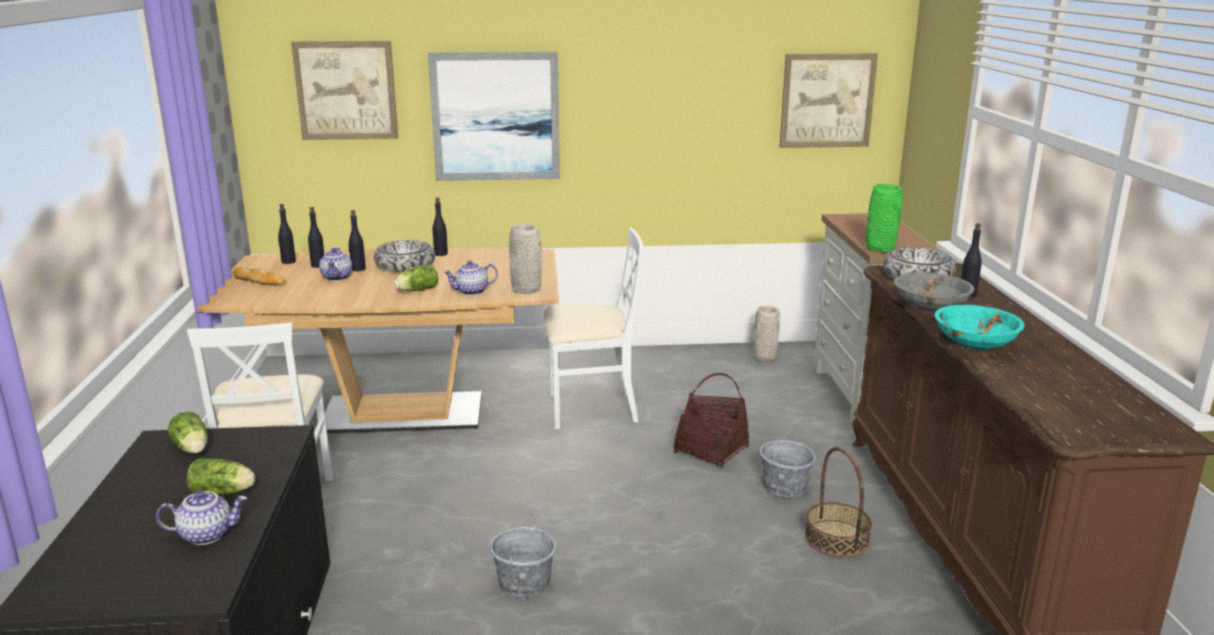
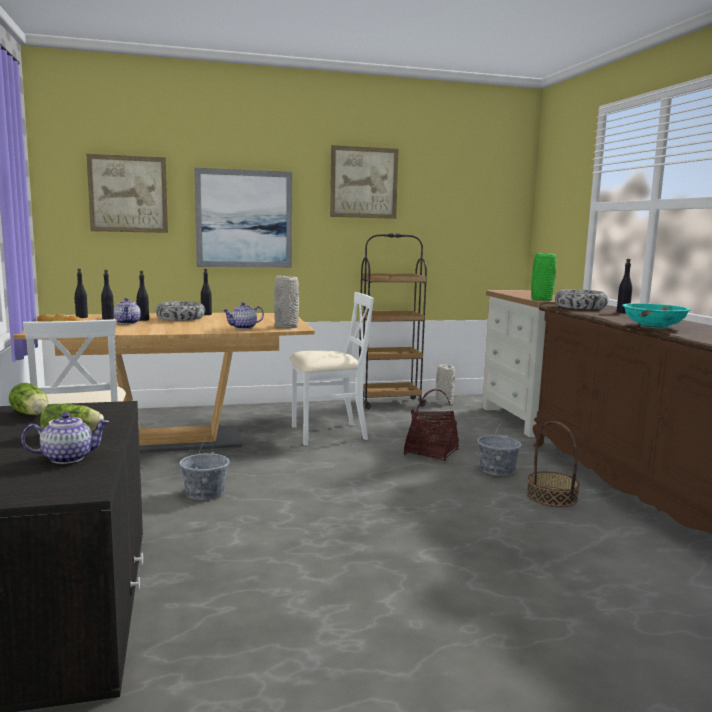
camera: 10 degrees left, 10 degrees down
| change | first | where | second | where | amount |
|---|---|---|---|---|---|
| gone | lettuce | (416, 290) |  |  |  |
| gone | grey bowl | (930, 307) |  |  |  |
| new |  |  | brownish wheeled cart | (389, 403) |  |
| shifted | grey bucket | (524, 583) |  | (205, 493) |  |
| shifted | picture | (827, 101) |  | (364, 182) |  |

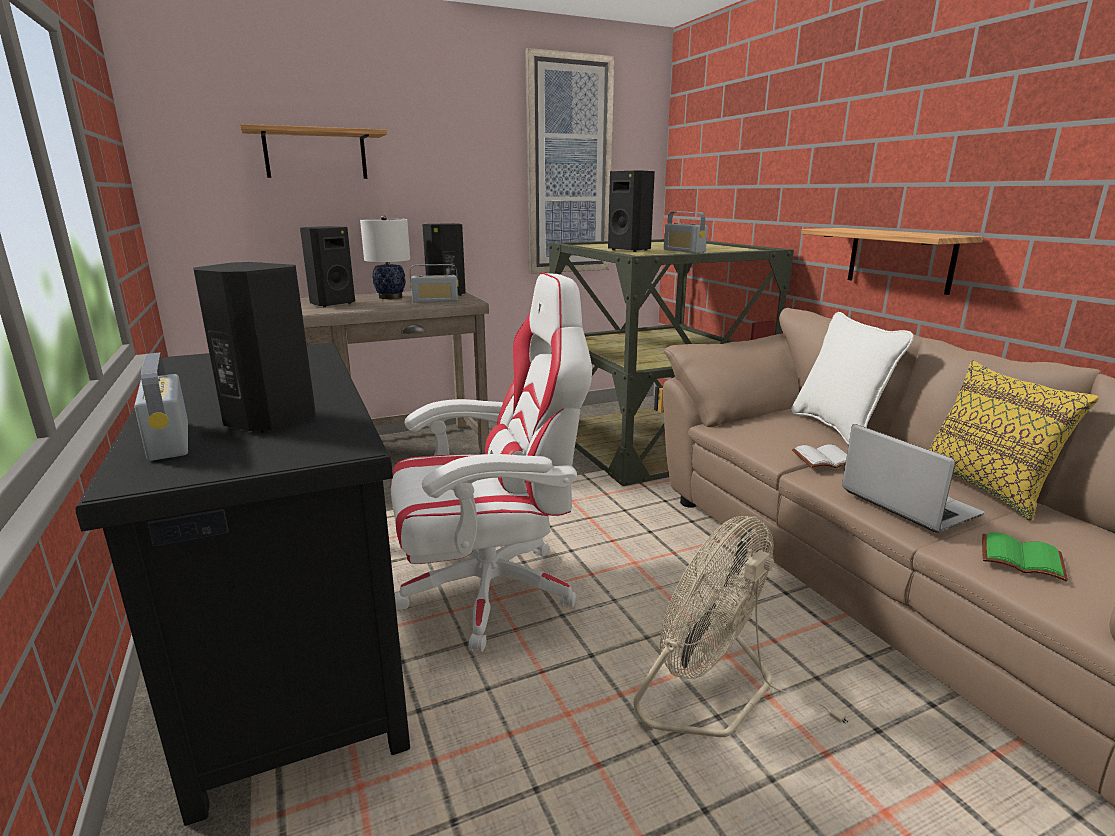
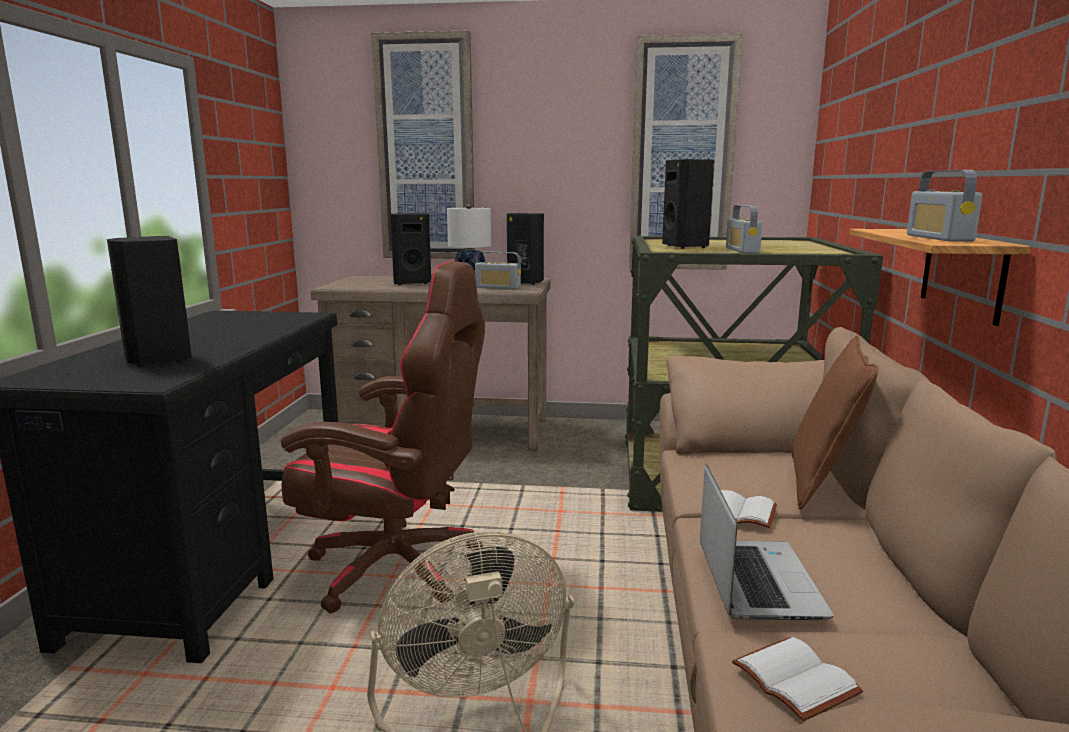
camera: 30 degrees right, 5 degrees down
| change | first | where | second | where | amount |
|---|---|---|---|---|---|
| gone | yellowish pillow | (983, 490) |  |  |  |
| shifted | radio set | (169, 441) |  | (939, 238) |  |
| swapped | shelf | (315, 154) | picture | (426, 149) |  |
| repainted | white-coloured desk chair | (488, 591) | brownish desk chair | (394, 567) |  |
| repainted | white-coloured pillow | (837, 428) | brownish pillow | (822, 484) |  |
| repainted | green-coloured bound book | (1020, 559) | white-coloured bound book | (791, 679) |  |

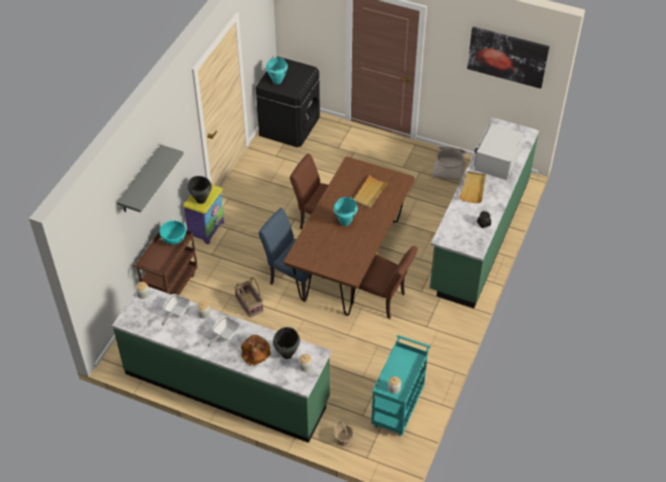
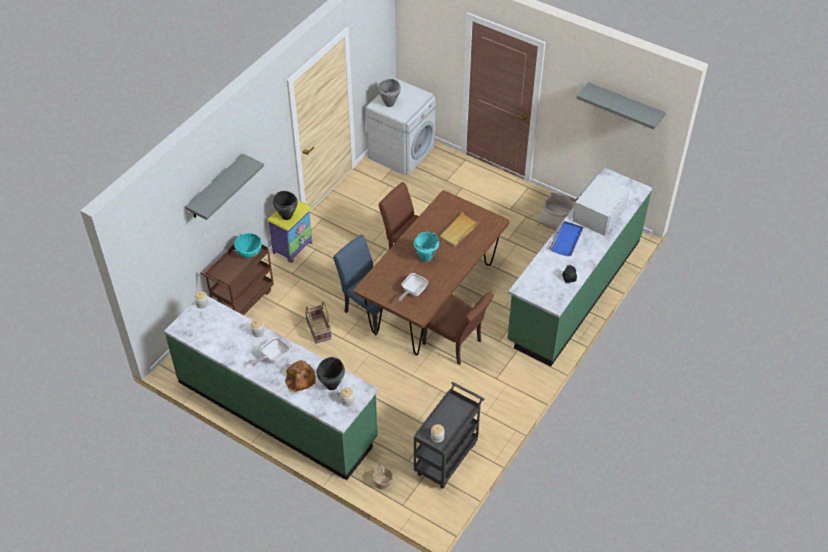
camera: 10 degrees right, 0 degrees up
| change | first | where | second | where | amount |
|---|---|---|---|---|---|
| shifted | frying pan | (176, 313) |  | (413, 292) |  |
| swapped | picture | (507, 56) | grey shelf | (624, 105) |  |
| repainted | blackish laundry machine | (291, 126) | white-coloured laundry machine | (403, 152) |  |
| repainted | turquoise-coloured saucepot | (277, 81) | grey saucepot | (389, 104) |  |
| repainted | turquoise-coloured wheeled cart | (398, 408) | grey wheeled cart | (447, 458) |  |
| repainted | sand-coloured serving tray | (473, 188) | bluish serving tray | (566, 240) |  |

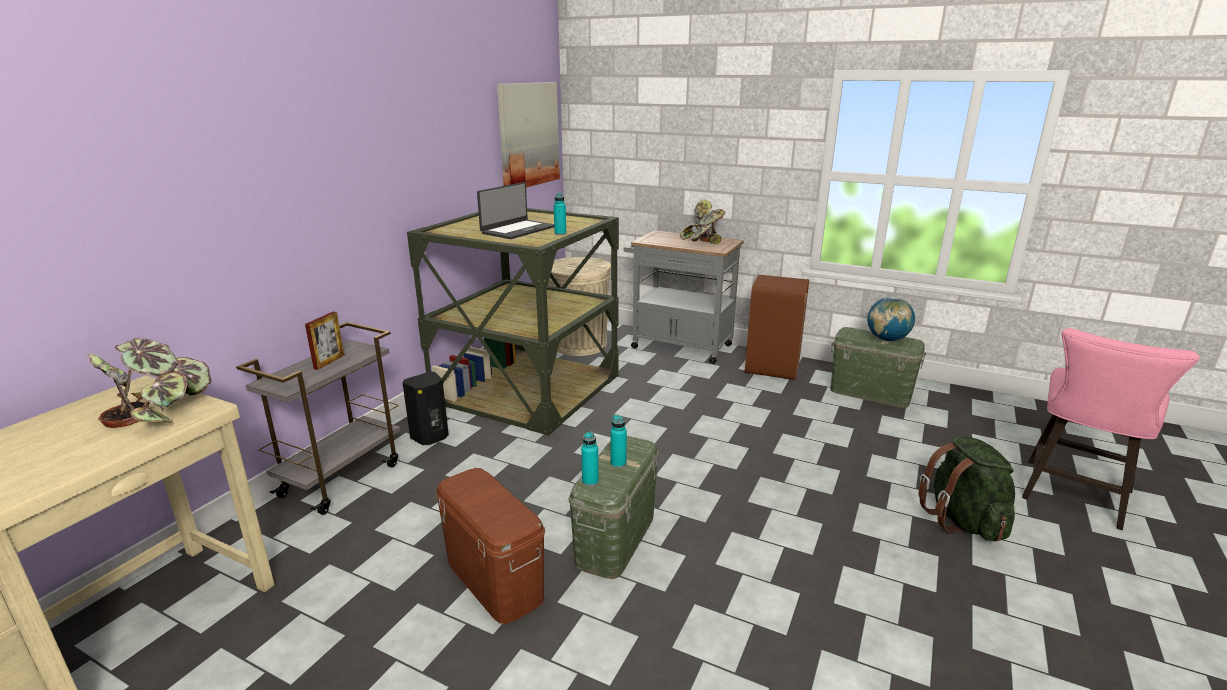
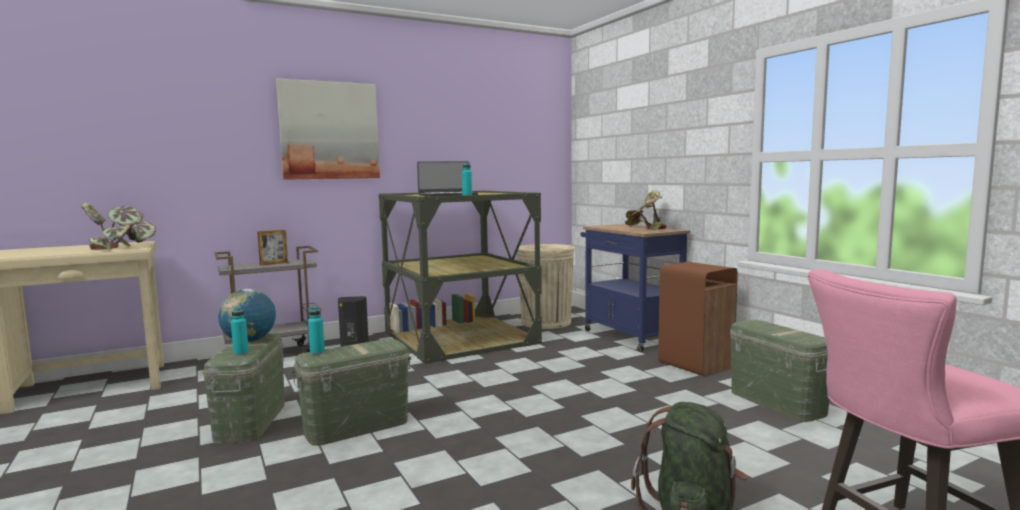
camera: 35 degrees right, 15 degrees down
| change | first | where | second | where | amount |
|---|---|---|---|---|---|
| shifted | picture | (528, 135) |  | (329, 130) |  |
| shifted | turquoise-coloured bottle | (618, 463) |  | (241, 353) |  |
| shifted | world globe | (887, 339) |  | (249, 341) |  |
| repainted | brownish storage bin | (493, 579) | green-coloured storage bin | (251, 421) |  |
| repainted | grey wheeled cart | (678, 346) | bluish wheeled cart | (629, 336) |  |

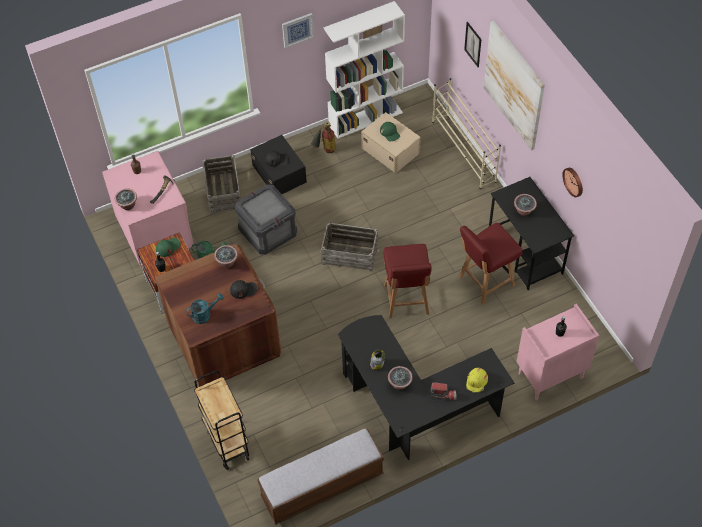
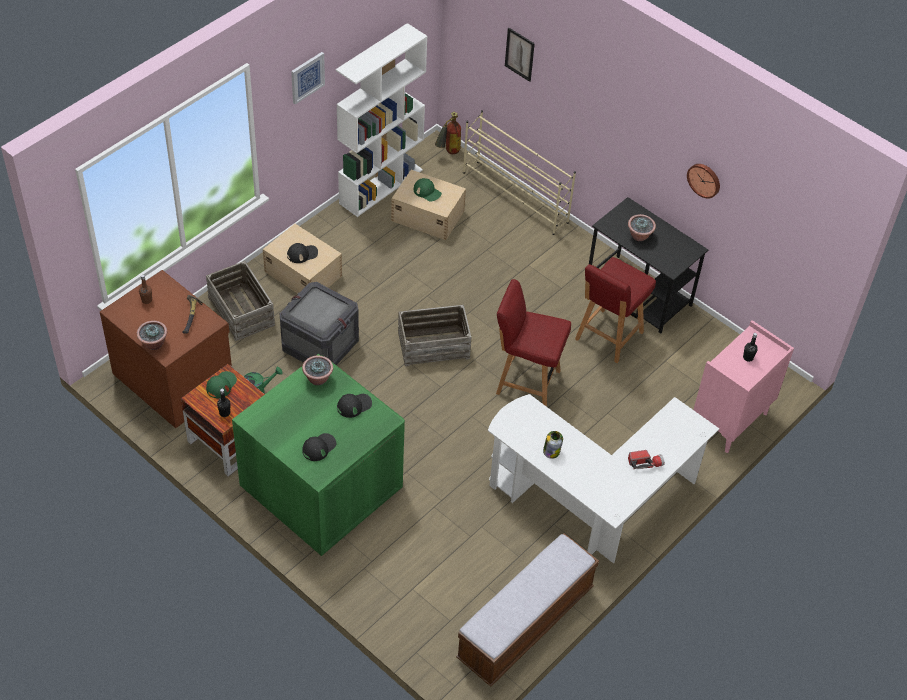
camera: 25 degrees left, 5 degrees down
| change | first | where | second | where | amount |
|---|---|---|---|---|---|
| gone | brownish wheeled cart | (227, 445) |  |  |  |
| gone | houseplant | (400, 384) |  |  |  |
| gone | yellowish safety helmet | (477, 382) |  |  |  |
| gone | picture | (514, 85) |  |  |  |
| shifted | fire extinguisher | (325, 151) |  | (448, 153) |  |
| swapped | turquoise-coloured watering can | (205, 314) | blackish baseball cap | (319, 447) |  |
| repainted | pinkish laundry machine | (155, 231) | brownish laundry machine | (174, 379) |  |
| repainted | brownish drawer chest | (224, 338) | green-coloured drawer chest | (322, 484) |  |
| repainted | blackish storage bin | (279, 173) | sand-coloured storage bin | (303, 273) |  |
| repainted | blackish desk | (414, 409) | white-coloured desk | (593, 503) |  |
| rotated | reddish chair | (406, 300) |  | (526, 381) | 135 degrees clockwise |

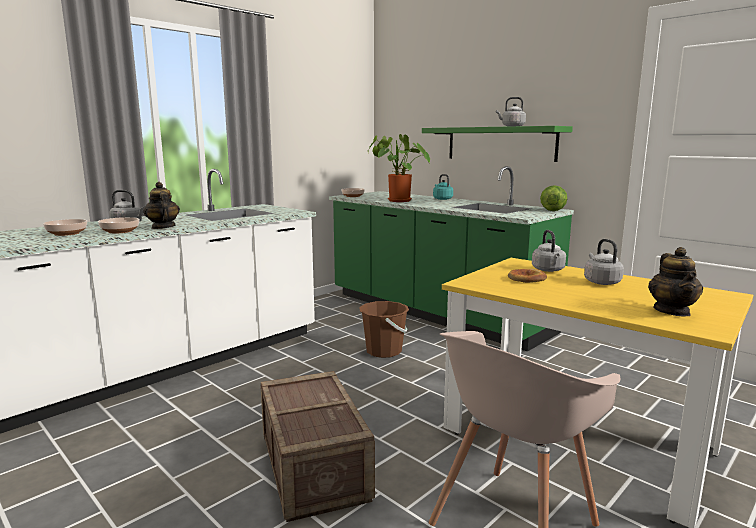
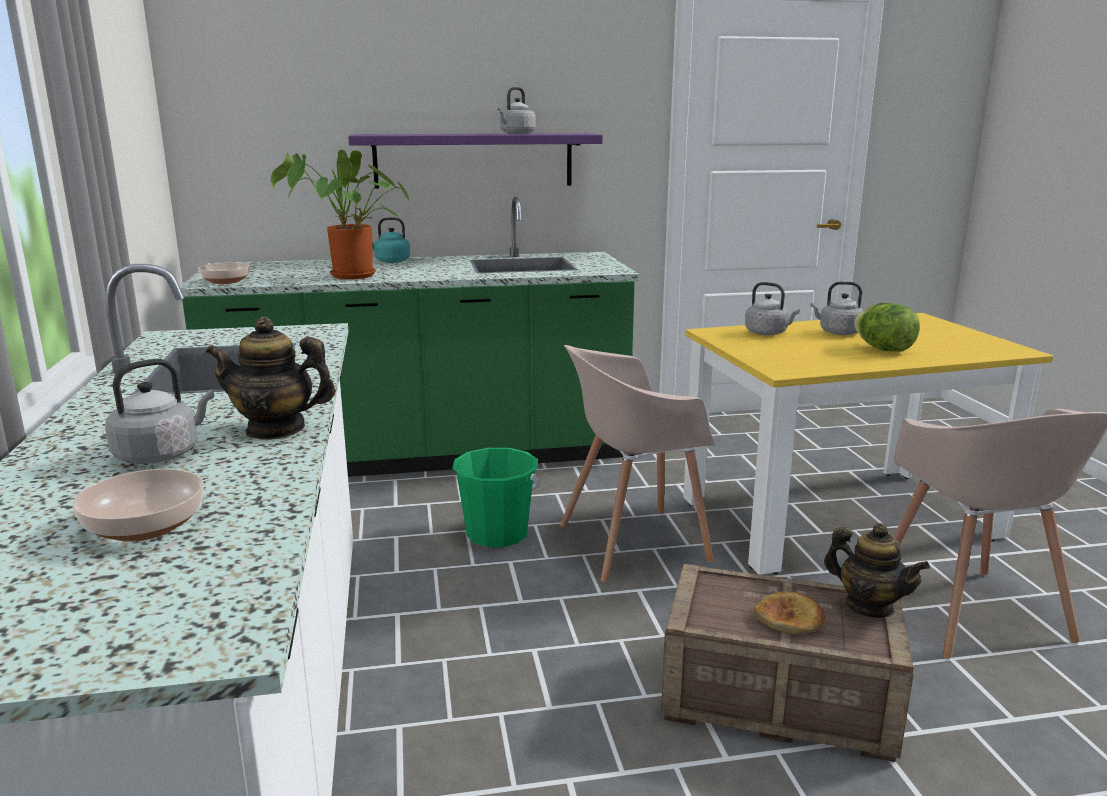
camera: 55 degrees left, 5 degrees up
| change | first | where | second | where | amount |
|---|---|---|---|---|---|
| gone | bowl | (119, 231) |  |  |  |
| new |  |  | sand-coloured chair | (631, 544) |  |
| shifted | bread | (526, 279) |  | (790, 618) |  |
| shifted | lettuce | (552, 210) |  | (883, 349) |  |
| shifted | pot for tea | (672, 311) |  | (869, 606) |  |
| repainted | brownish bucket | (384, 351) | green-coloured bucket | (497, 534) |  |
| repainted | green-coloured shelf | (500, 143) | purple-coloured shelf | (474, 160) |  |

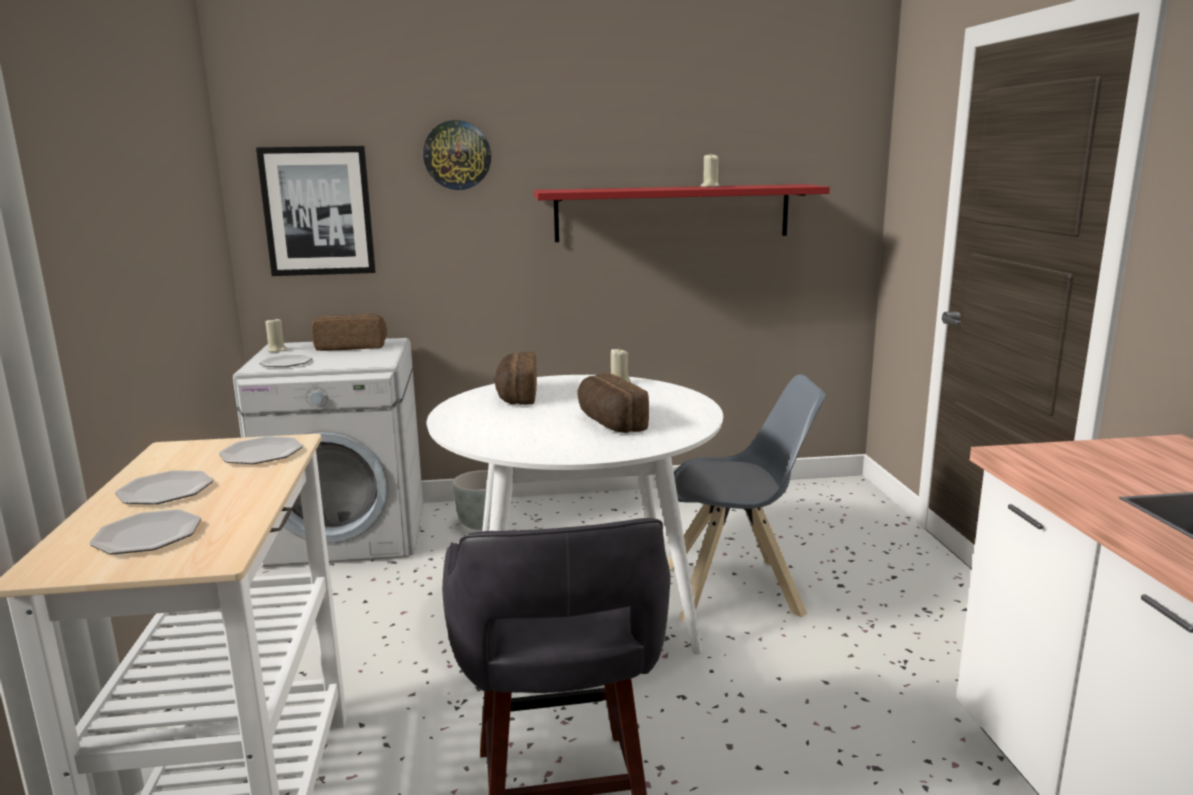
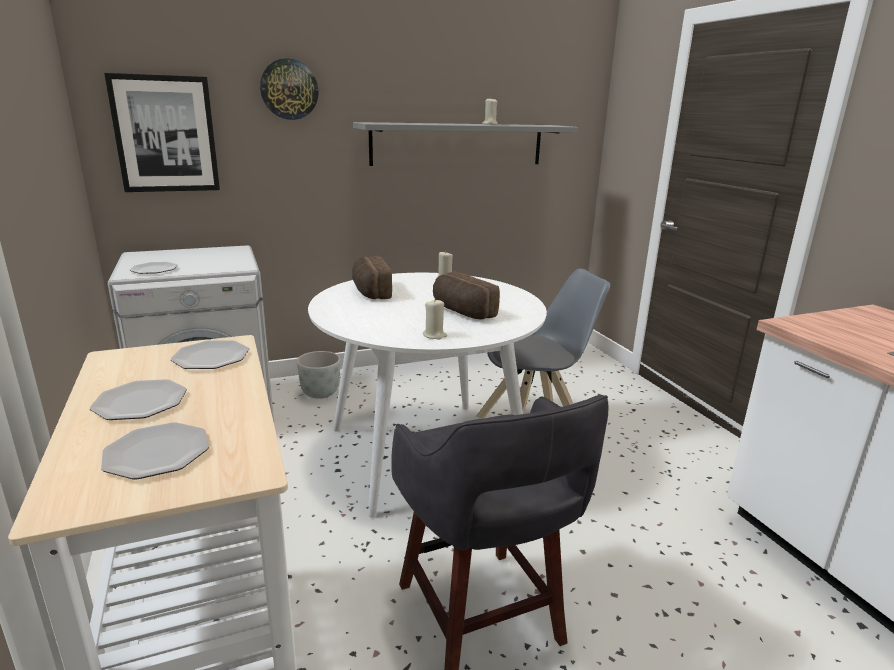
camera: 15 degrees left, 5 degrees up
| change | first | where | second | where | amount |
|---|---|---|---|---|---|
| gone | bread | (351, 347) |  |  |  |
| shifted | sand-coloured candle | (277, 350) |  | (434, 335) |  |
| repainted | reddish shelf | (672, 213) | grey shelf | (458, 144) |  |

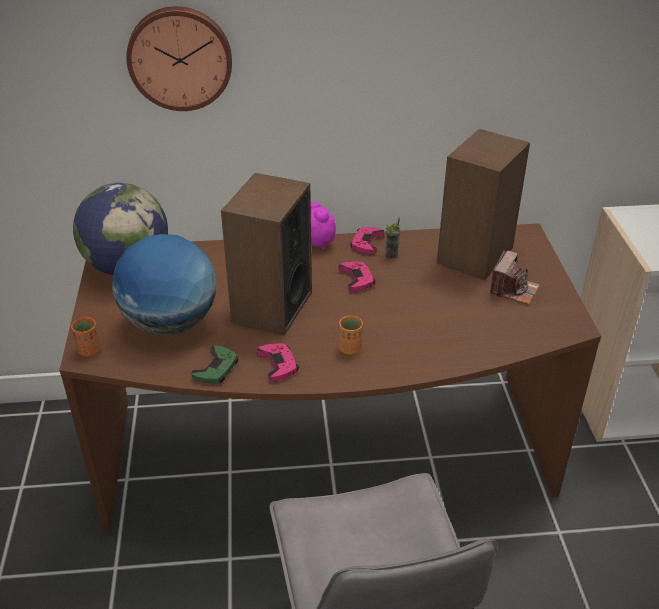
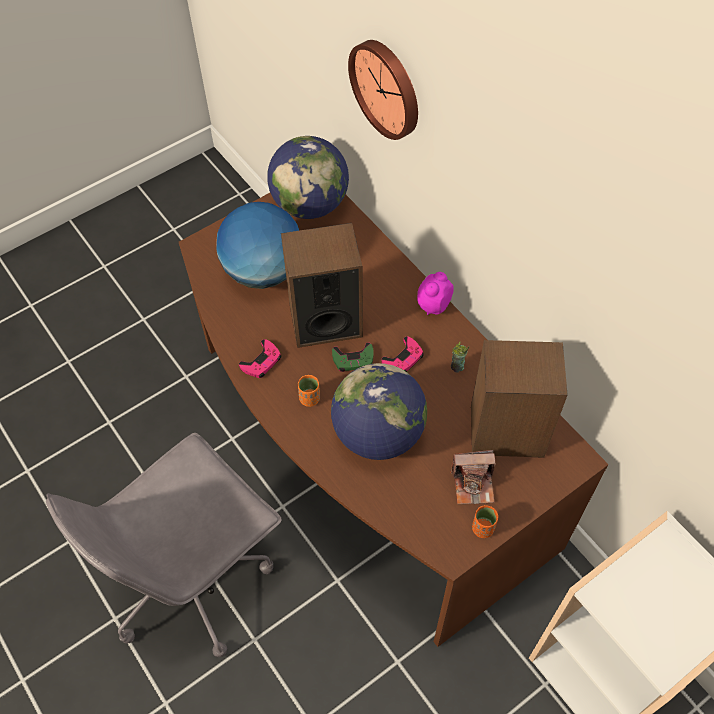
camera: 60 degrees right, 20 degrees up
| change | first | where | second | where | amount |
|---|---|---|---|---|---|
| gone | pinkish gamepad | (366, 243) |  |  |  |
| new |  |  | world globe | (378, 433) |  |
| shifted | orange cup | (89, 350) |  | (483, 528) |  |
| shifted | green-coloured gamepad | (216, 369) |  | (353, 359) |  |

